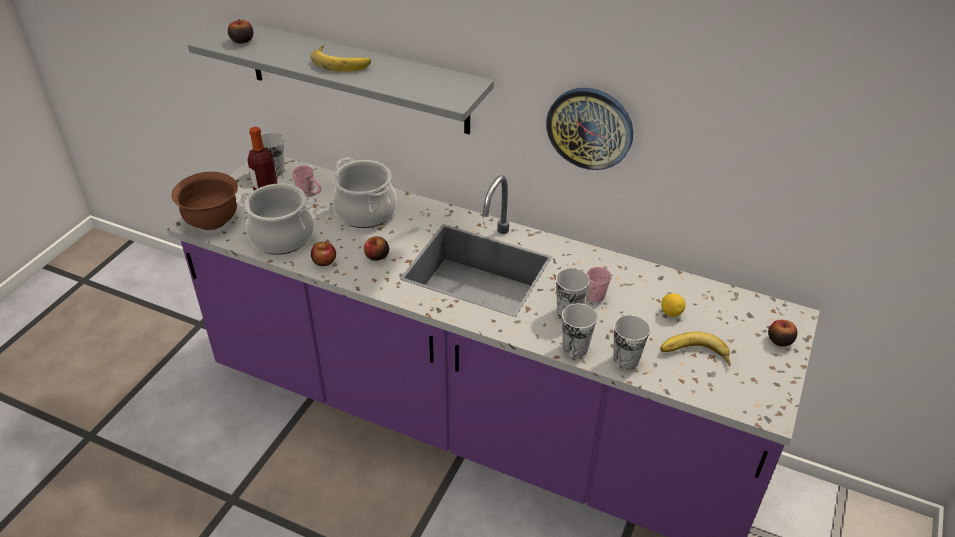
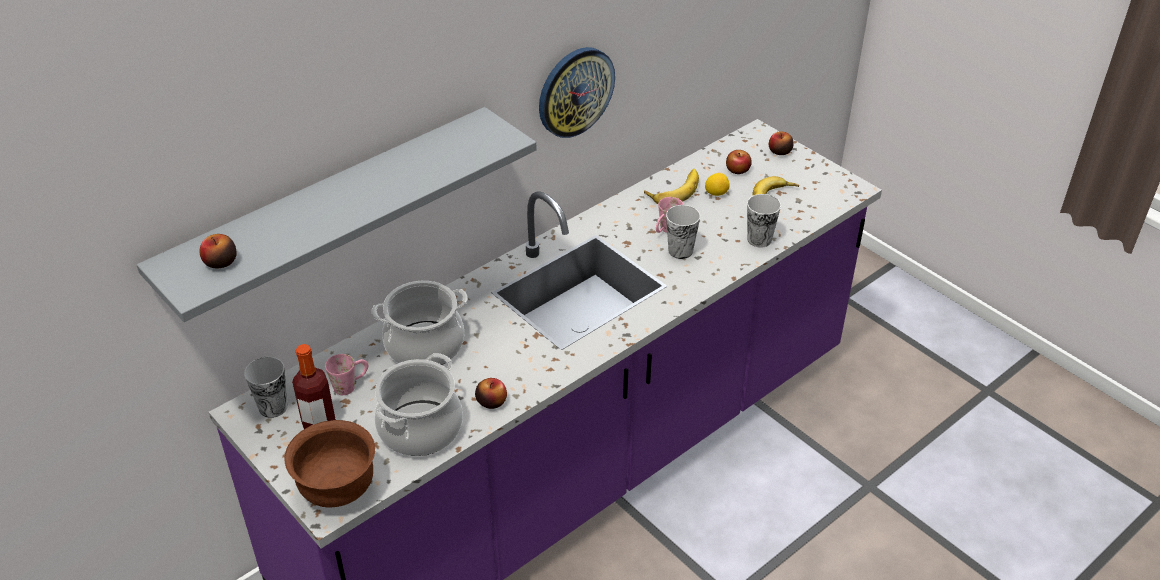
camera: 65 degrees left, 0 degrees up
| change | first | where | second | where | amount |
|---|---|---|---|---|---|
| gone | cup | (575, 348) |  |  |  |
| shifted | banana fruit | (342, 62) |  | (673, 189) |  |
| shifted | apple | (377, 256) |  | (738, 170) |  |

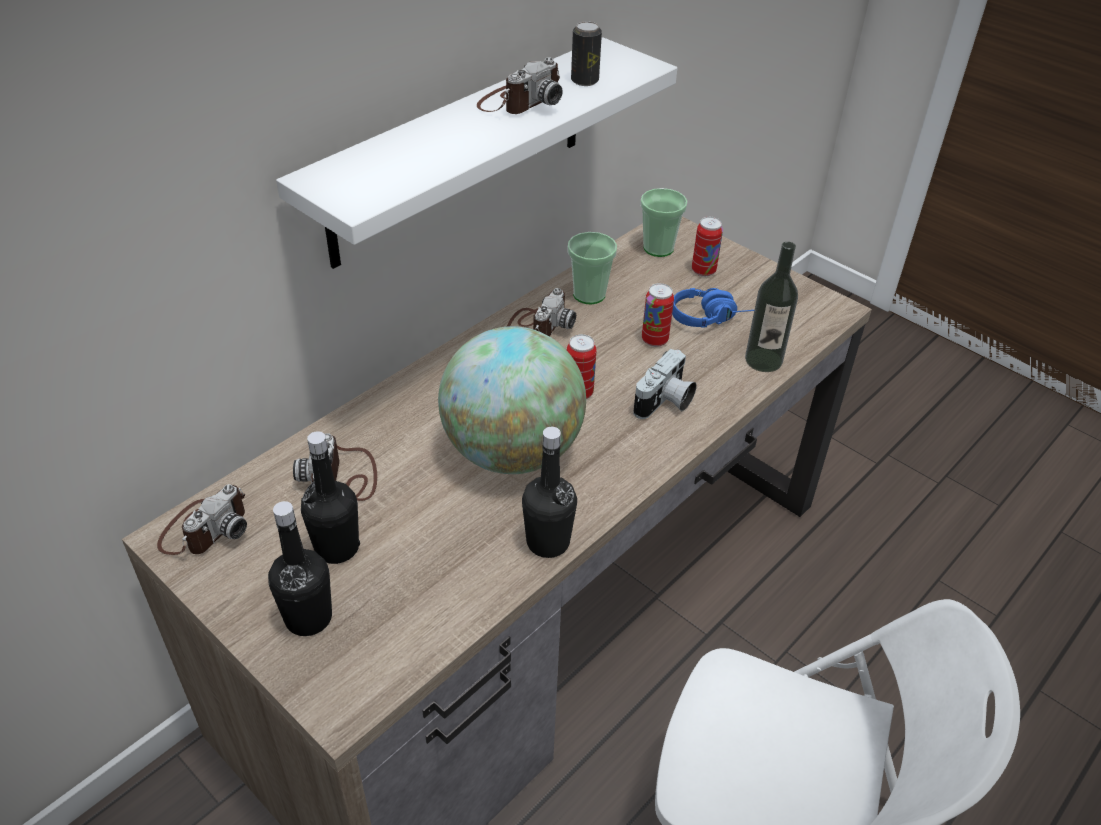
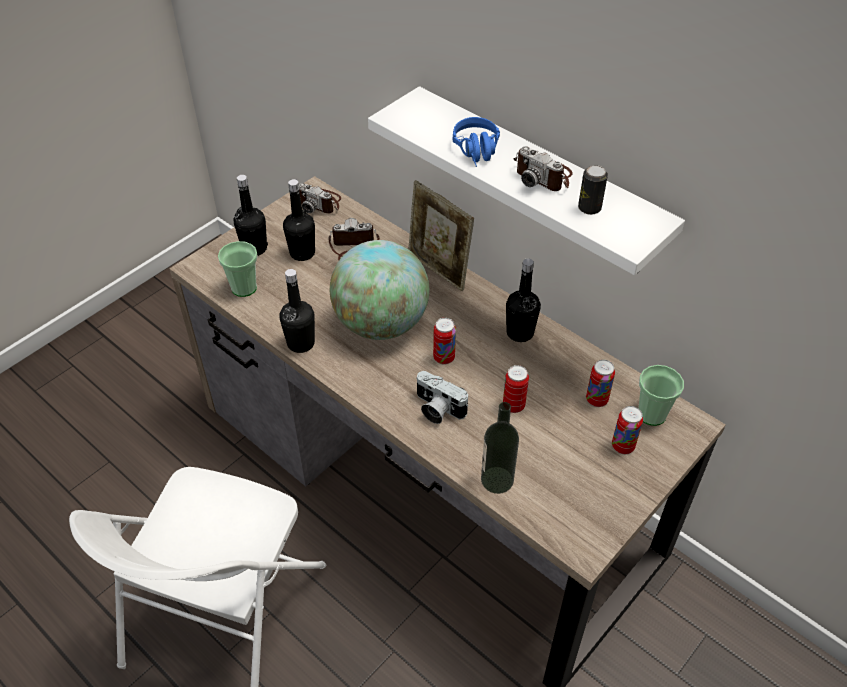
camera: 90 degrees right, 5 degrees up
| change | first | where | second | where | amount |
|---|---|---|---|---|---|
| new |  |  | photo frame | (438, 270) |  |
| new |  |  | metal can | (596, 400) |  |
| shifted | cup | (589, 294) |  | (244, 288) |  |
| shifted | bluish headphones | (710, 317) |  | (478, 153) |  |
| swapped | still camera | (536, 326) | blackish bottle | (520, 333) |  |

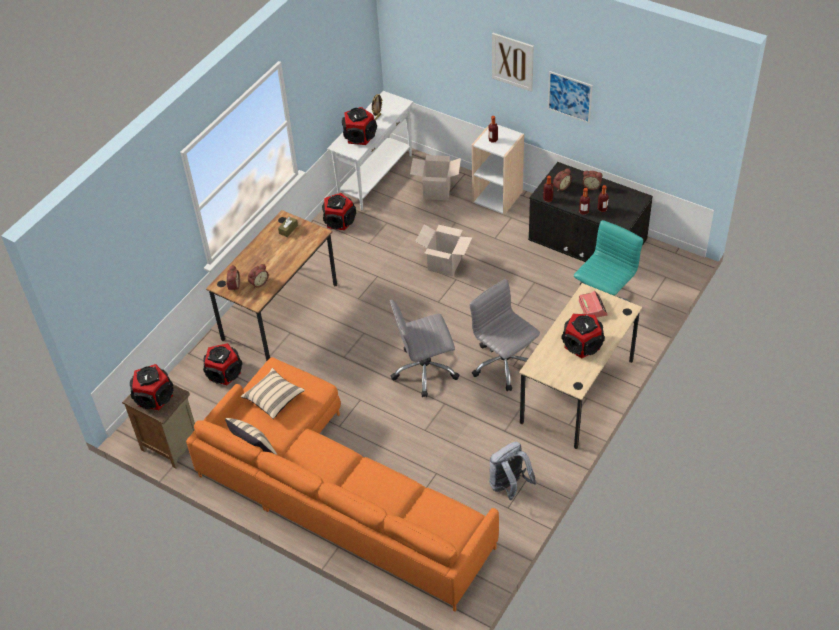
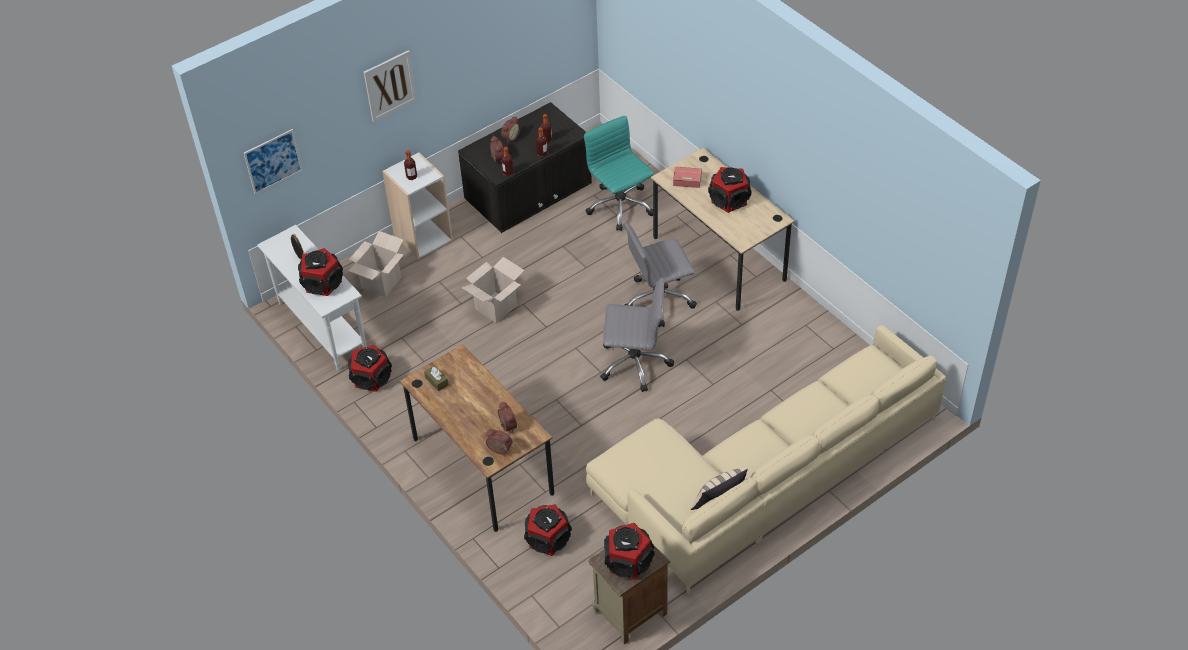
camera: 70 degrees left, 0 degrees up
| change | first | where | second | where | amount |
|---|---|---|---|---|---|
| gone | sand-coloured pillow | (274, 399) |  |  |  |
| gone | grey rucksack | (509, 486) |  |  |  |
| shifted | picture | (569, 97) |  | (273, 161) |  |
| repainted | orange sofa | (336, 494) | sand-coloured sofa | (763, 476) |  |
| rotated | grey desk chair | (424, 370) |  | (635, 363) | 90 degrees counterclockwise |

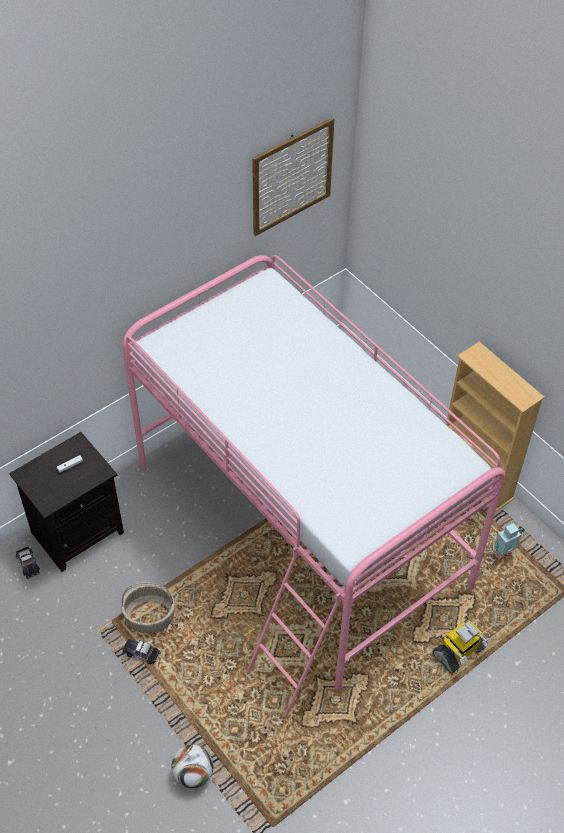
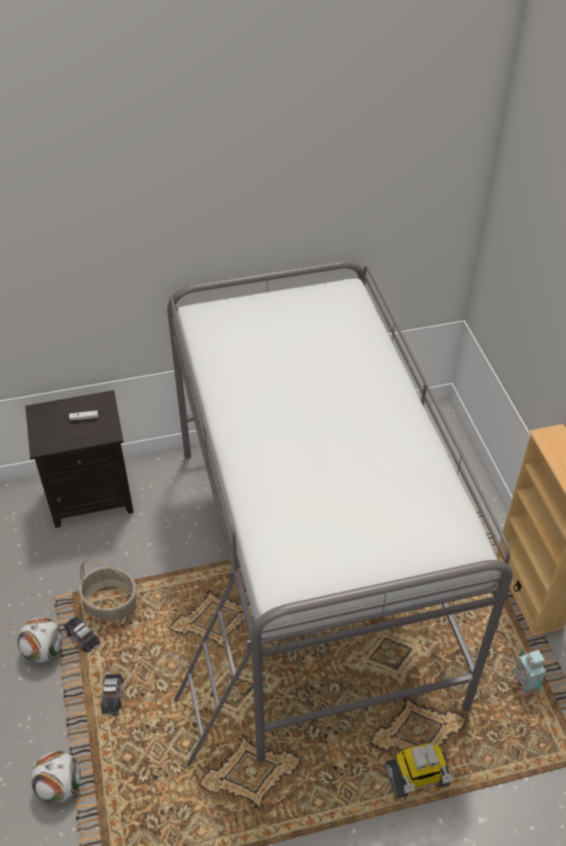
camera: 25 degrees right, 5 degrees down
| change | first | where | second | where | amount |
|---|---|---|---|---|---|
| gone | picture | (292, 175) |  |  |  |
| new |  |  | football | (44, 650) |  |
| shifted | miniature car | (28, 564) |  | (112, 695) |  |
| repainted | pinkish bed | (300, 529) | grey bed | (309, 573) |  |
| rotated | toy robot | (504, 554) |  | (523, 686) | 105 degrees counterclockwise |

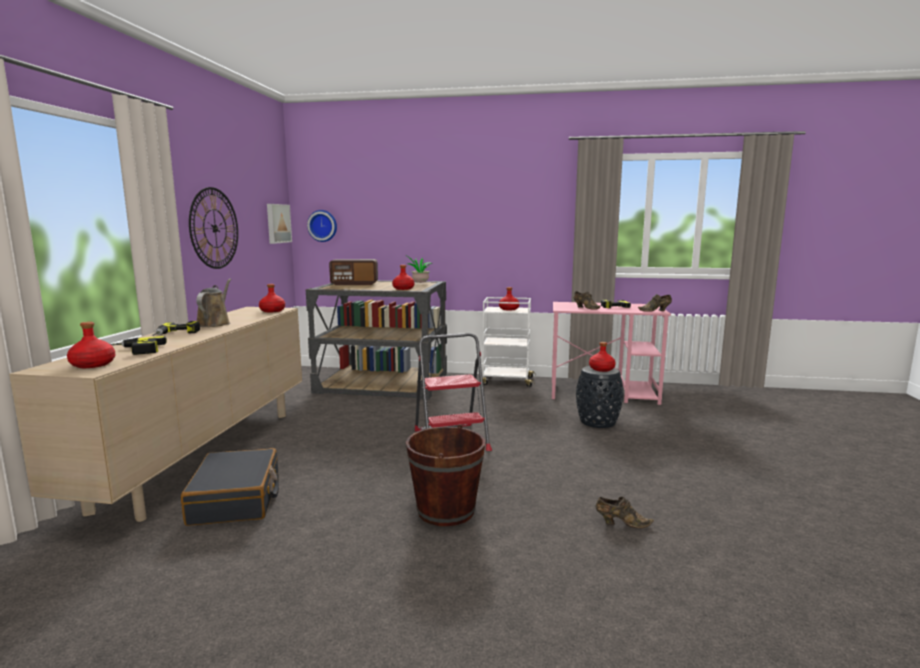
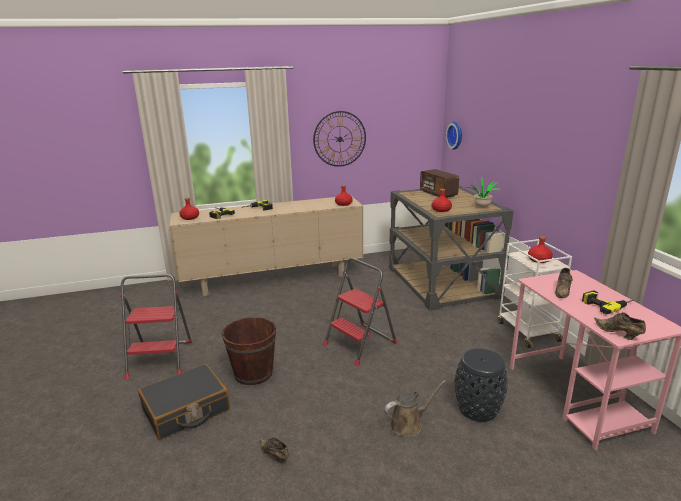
camera: 65 degrees right, 10 degrees up
| change | first | where | second | where | amount |
|---|---|---|---|---|---|
| gone | picture | (277, 223) |  |  |  |
| gone | reddish bottle | (602, 369) |  |  |  |
| new |  |  | reddish stepladder | (161, 357) |  |
| shifted | blackish piece of luggage | (236, 499) |  | (186, 410) |  |
| shifted | brownish watering can | (215, 323) |  | (408, 424) |  |
| rotated | brownish item of footwear | (621, 523) |  | (274, 455) | 150 degrees clockwise |

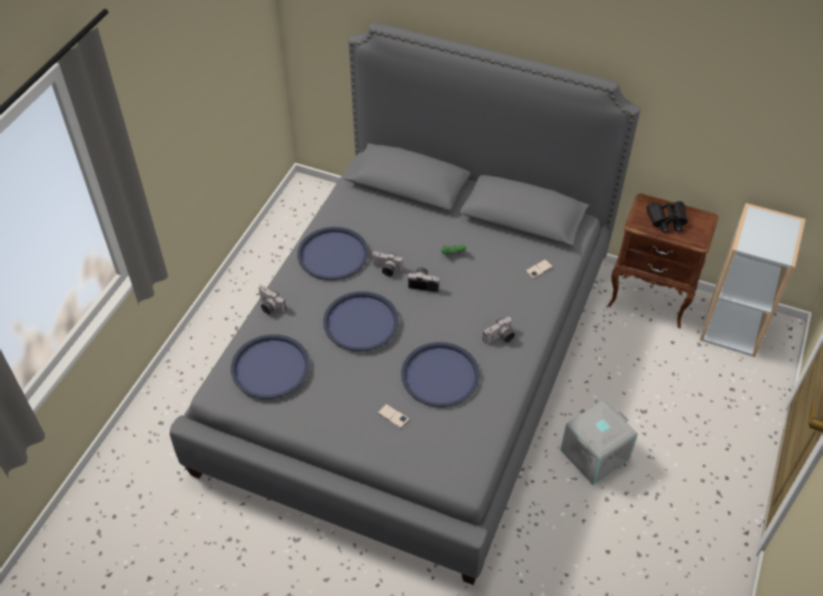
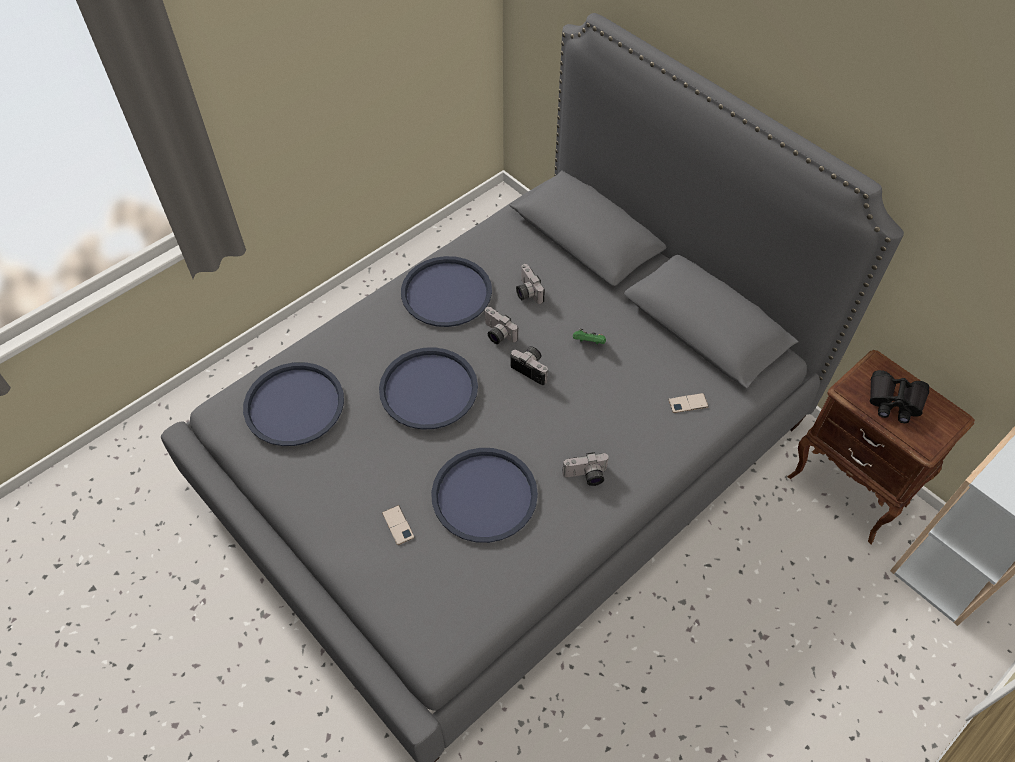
camera: 25 degrees right, 5 degrees up
| change | first | where | second | where | amount |
|---|---|---|---|---|---|
| gone | grey storage bin | (594, 454) |  |  |  |
| shifted | still camera | (269, 307) |  | (526, 292) |  |

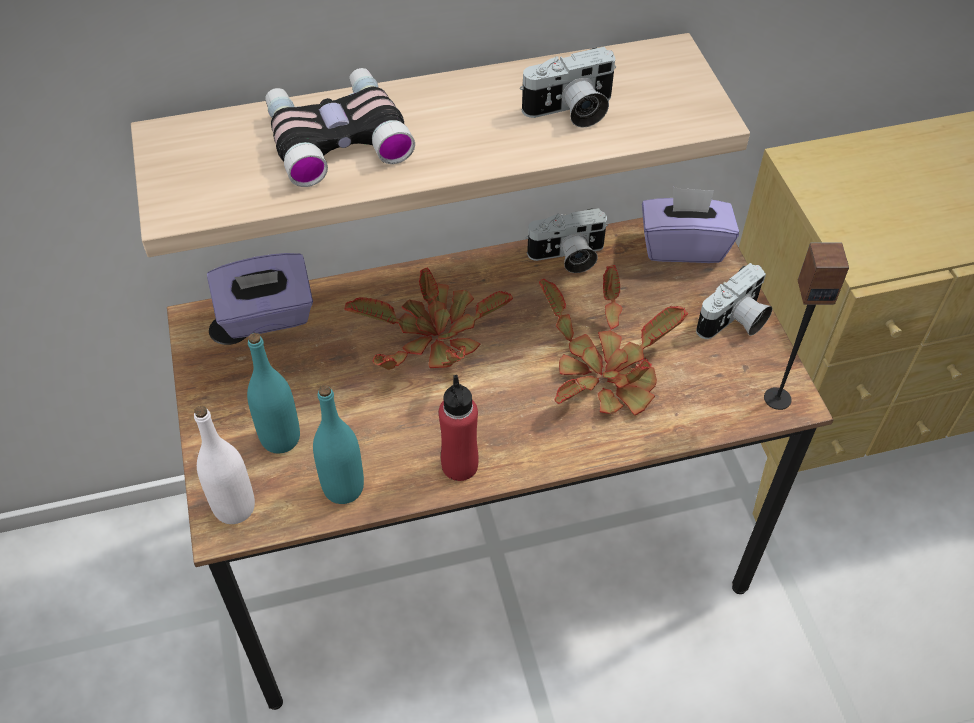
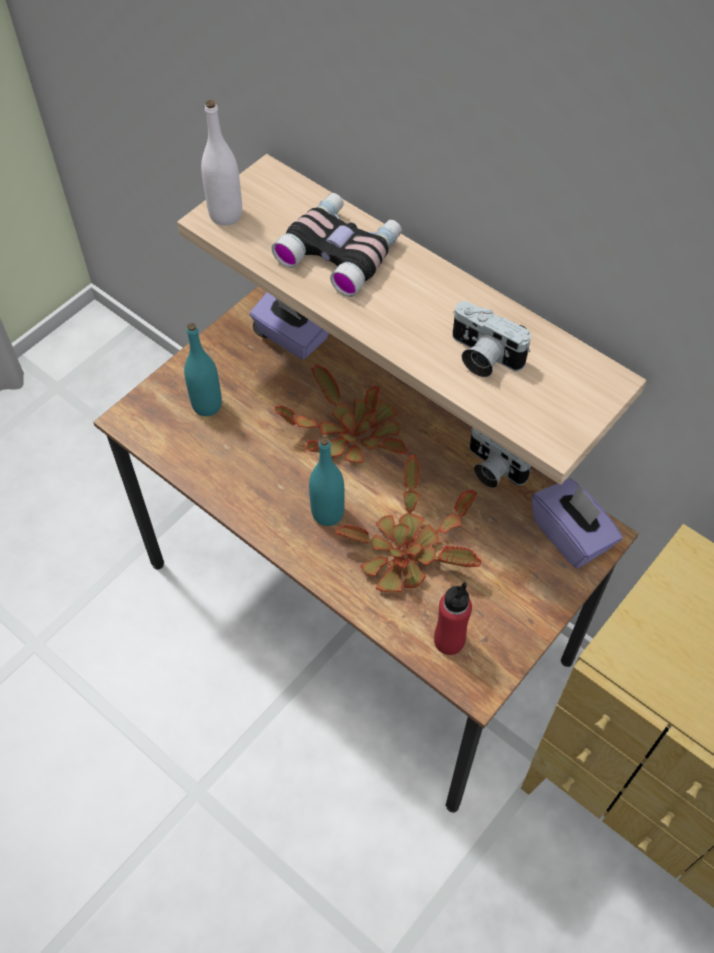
camera: 55 degrees right, 5 degrees up
| change | first | where | second | where | amount |
|---|---|---|---|---|---|
| gone | still camera | (734, 322) |  |  |  |
| gone | loudspeaker | (777, 398) |  |  |  |
| shifted | white-coloured bottle | (234, 507) |  | (226, 215) |  |
| shifted | turquoise-coloured bottle | (343, 488) |  | (327, 513) |  |
| shifted | reddish bottle | (459, 465) |  | (449, 640) |  |

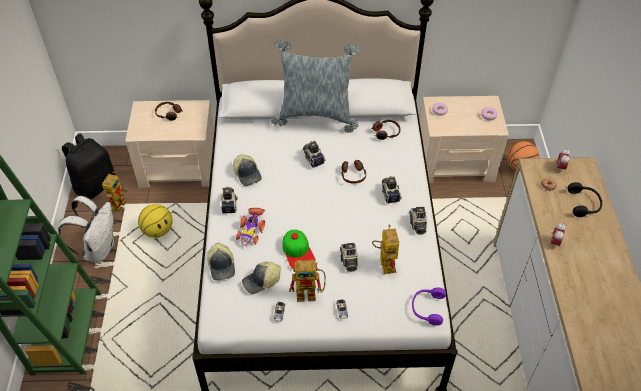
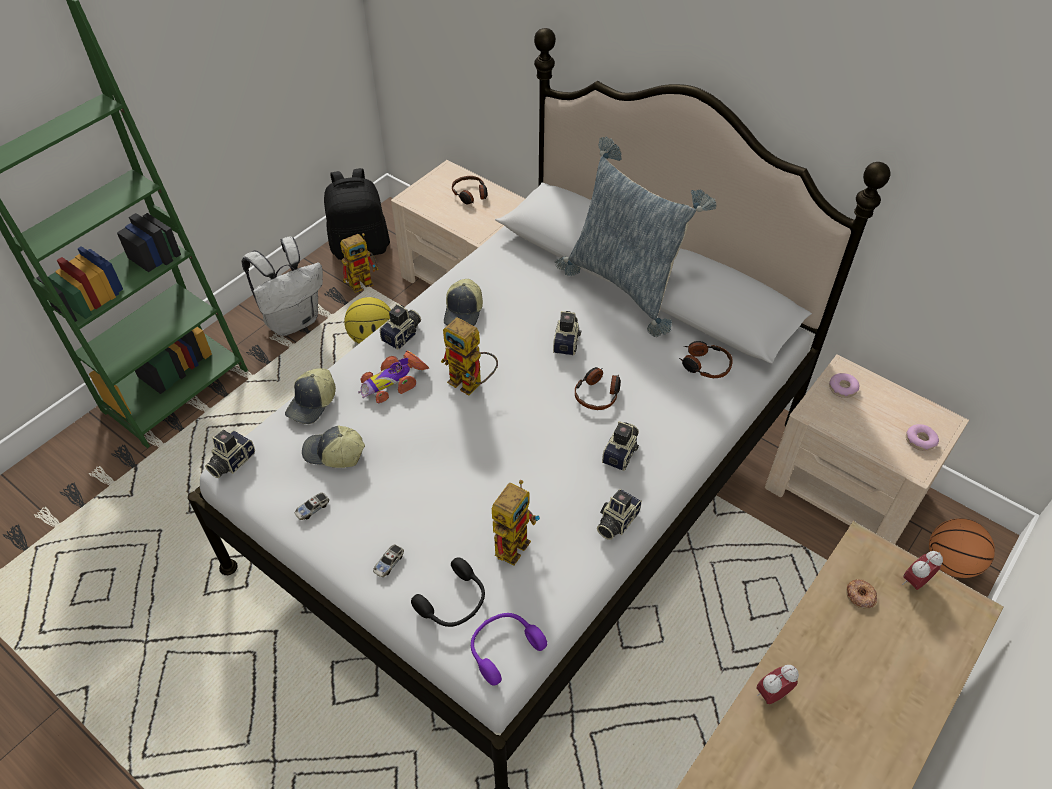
camera: 40 degrees right, 0 degrees up
| change | first | where | second | where | amount |
|---|---|---|---|---|---|
| gone | baseball cap | (298, 252) |  |  |  |
| shifted | toy robot | (310, 293) |  | (472, 384) |  |
| shifted | still camera | (348, 261) |  | (231, 461) |  |
| shifted | blackish headphones | (584, 204) |  | (454, 602) |  |

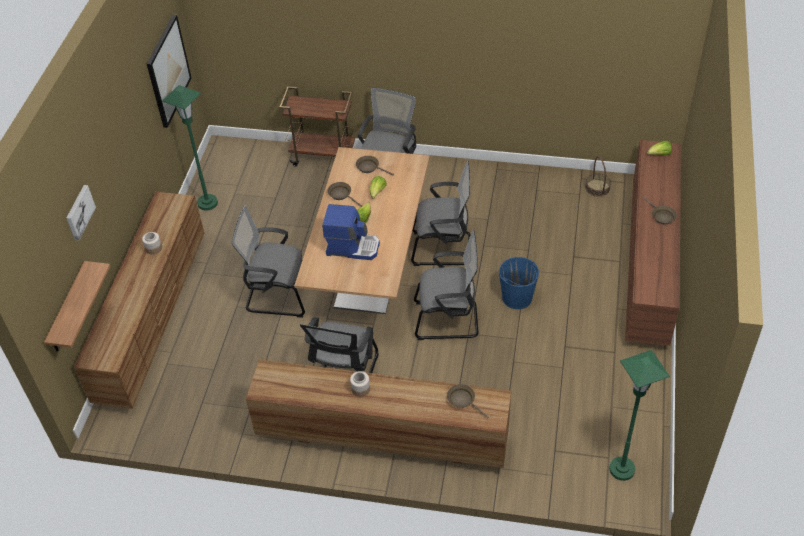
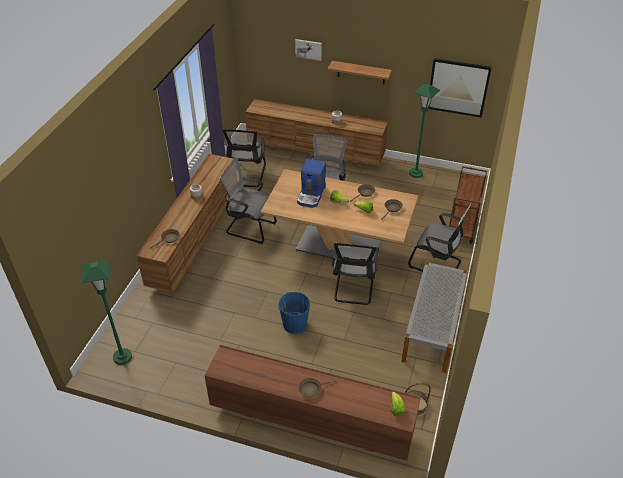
camera: 95 degrees right, 5 degrees down
| change | first | where | second | where | amount |
|---|---|---|---|---|---|
| new |  |  | grey indoor bench | (433, 327) |  |
| shifted | shelf | (68, 309) |  | (361, 72) |  |
| shifted | chair | (448, 320) |  | (247, 175) |  |

